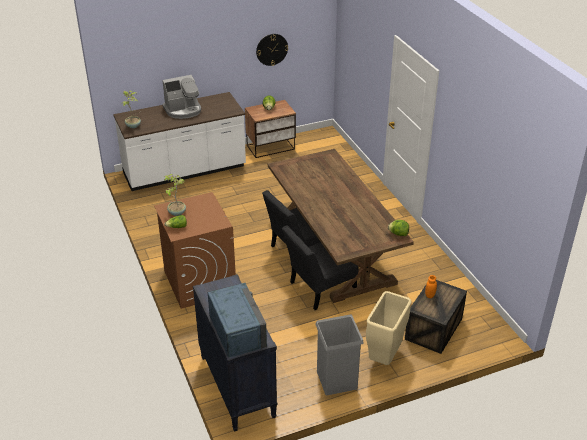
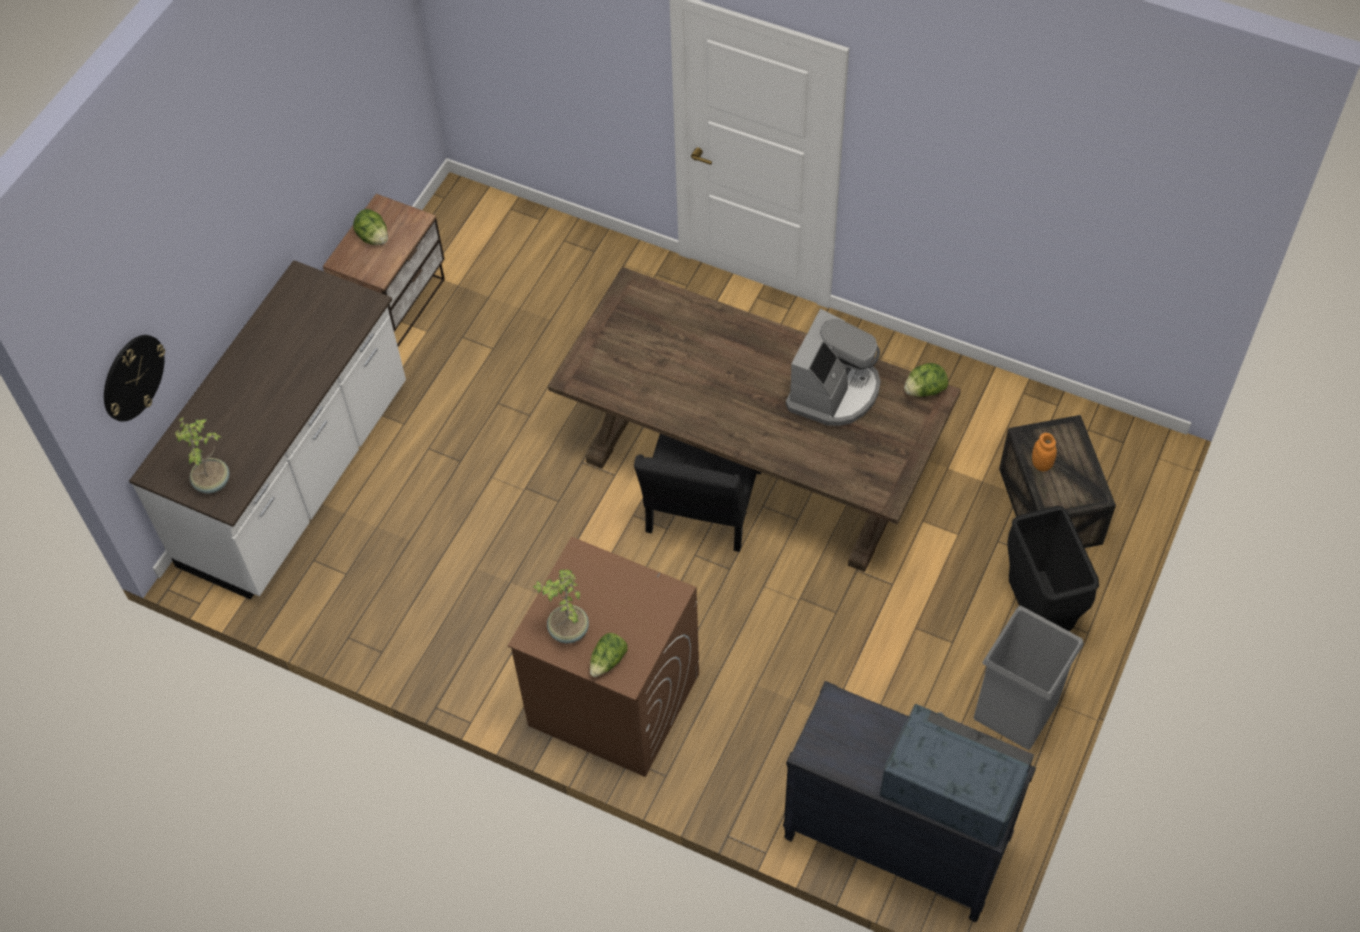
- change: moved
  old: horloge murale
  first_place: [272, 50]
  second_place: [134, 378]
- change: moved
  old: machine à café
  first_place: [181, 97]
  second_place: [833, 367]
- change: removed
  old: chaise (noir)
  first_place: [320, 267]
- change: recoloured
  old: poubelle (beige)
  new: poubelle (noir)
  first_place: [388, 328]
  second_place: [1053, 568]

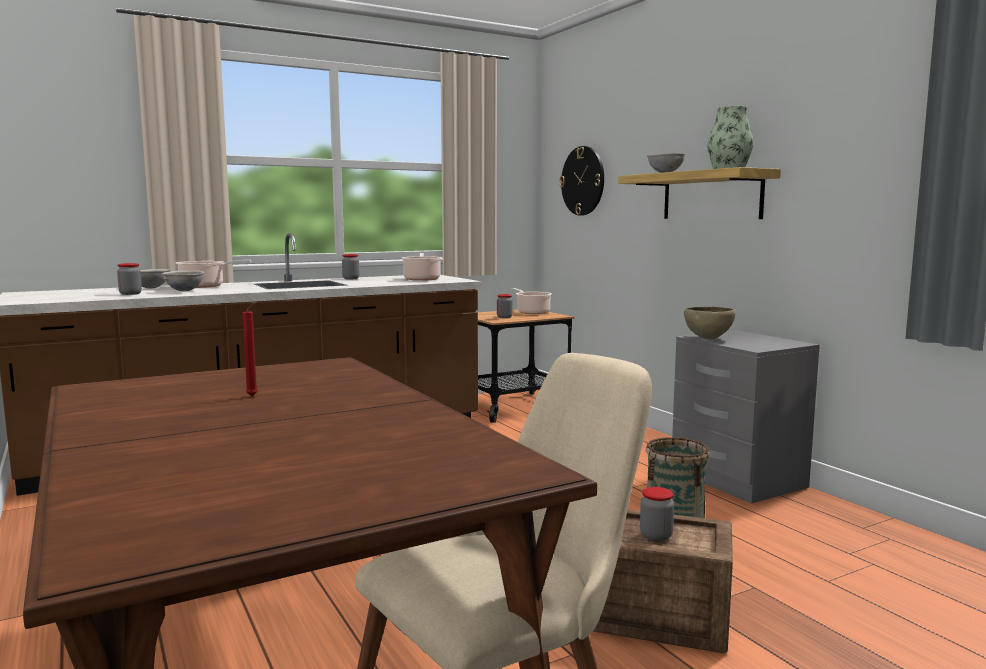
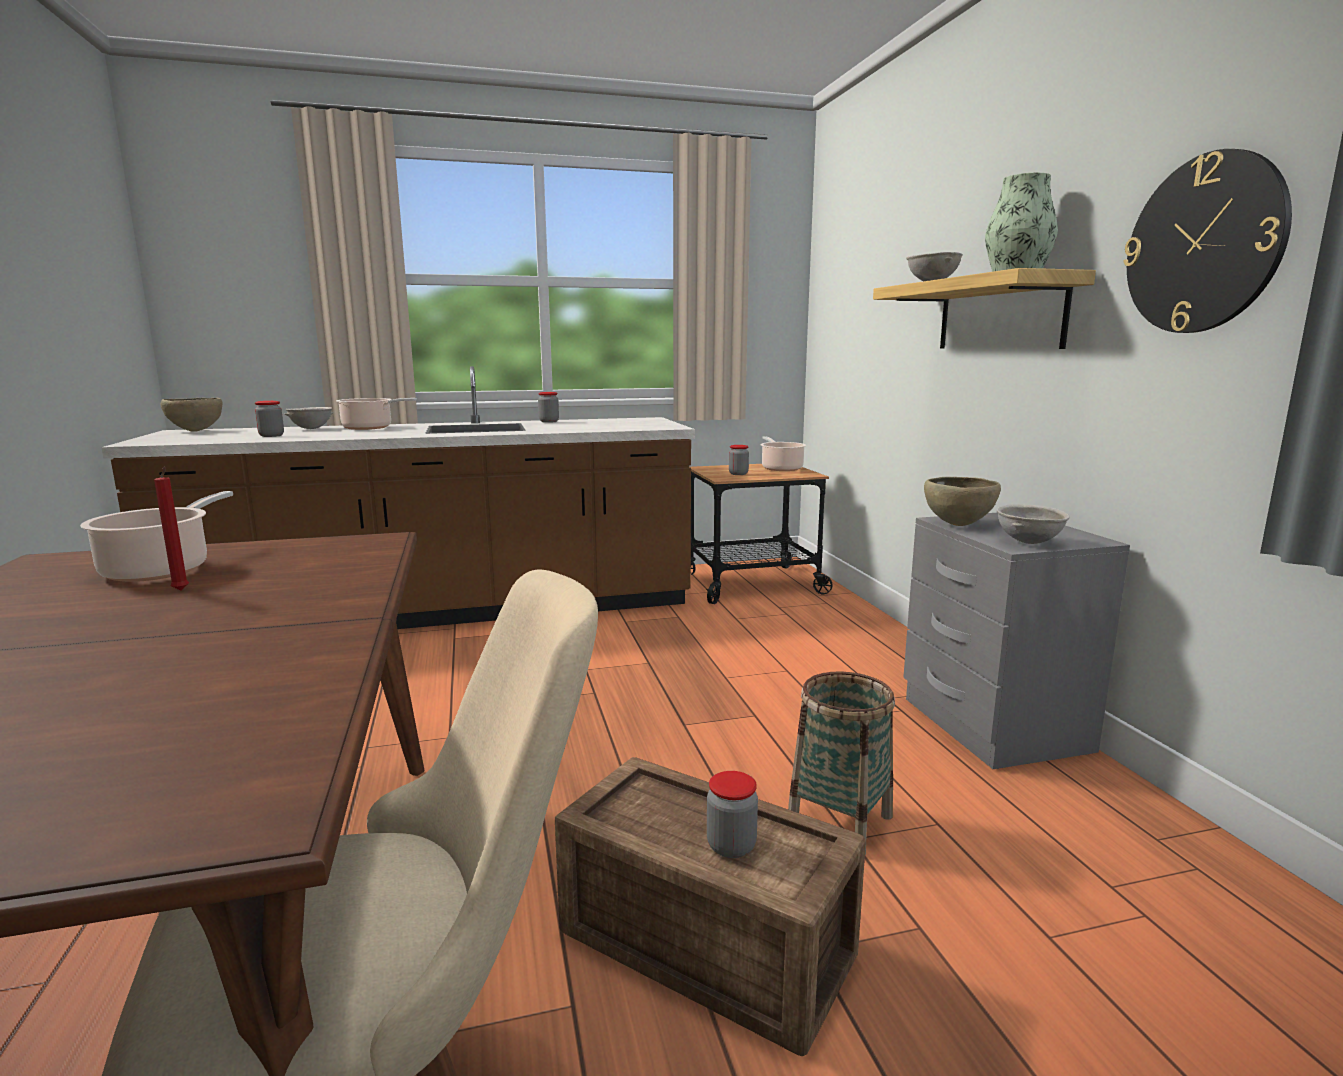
- change: moved
  old: horloge murale
  first_place: [582, 181]
  second_place: [1207, 241]
- change: moved
  old: marmite
  first_place: [422, 267]
  second_place: [156, 536]
- change: moved
  old: bol (gris)
  first_place: [183, 280]
  second_place: [1033, 524]
- change: added
  new: bol (marron)
  second_place: [191, 415]

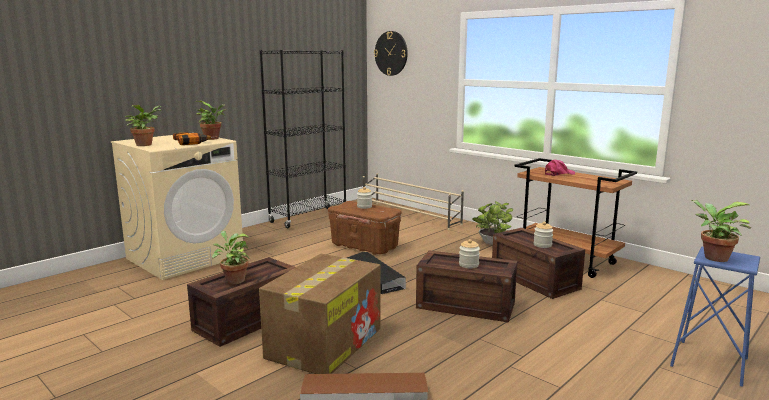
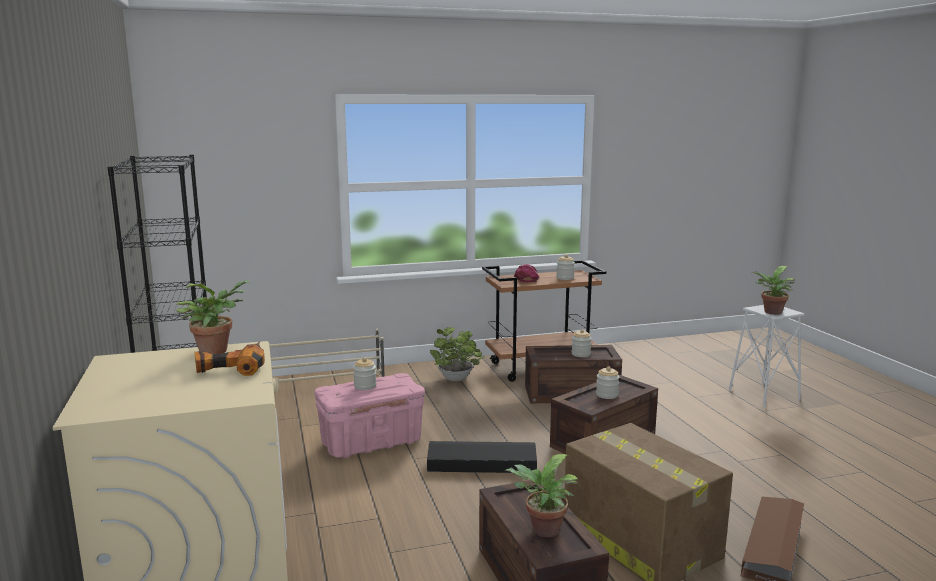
- change: removed
  old: horloge murale
  first_place: [391, 53]
- change: removed
  old: plante en pot
  first_place: [143, 125]
- change: recoloured
  old: boîte de rangement (marron)
  new: boîte de rangement (rose)
  first_place: [365, 228]
  second_place: [369, 415]
- change: recoloured
  old: tabouret (bleu)
  new: tabouret (blanc)
  first_place: [715, 317]
  second_place: [767, 356]
- change: added
  new: bocal
  second_place: [565, 267]

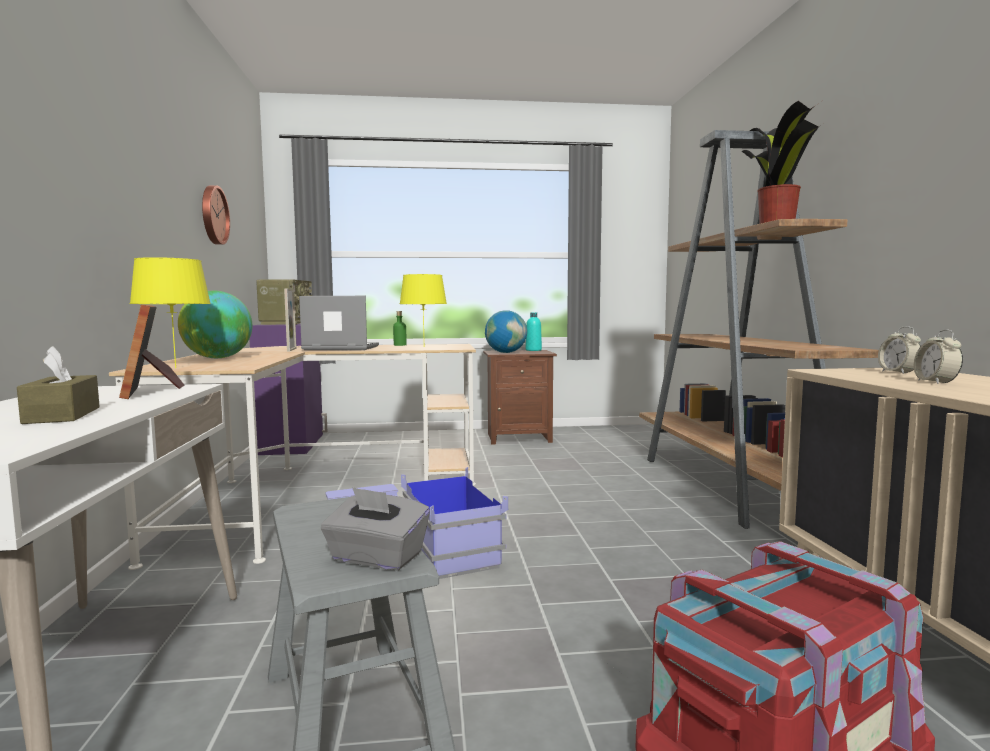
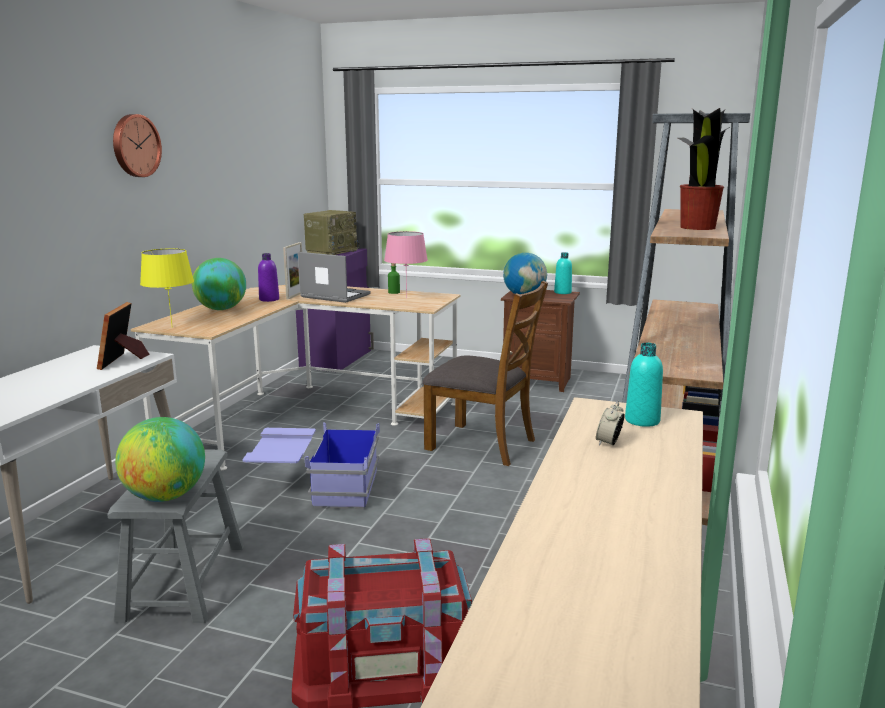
- change: moved
  old: horloge murale
  first_place: [216, 215]
  second_place: [137, 145]
- change: recoloured
  old: lampe de table (jaune)
  new: lampe de table (rose)
  first_place: [423, 302]
  second_place: [406, 265]
- change: replaced
  old: réveil
  new: bouteille (turquoise)
  first_place: [899, 350]
  second_place: [644, 385]
- change: removed
  old: boîte à mouchoirs (marron)
  first_place: [58, 385]
- change: replaced
  old: boîte à mouchoirs (gris)
  new: globe
  first_place: [375, 528]
  second_place: [160, 459]
- change: added
  new: bouteille (violet)
  second_place: [268, 277]
- change: added
  new: chaise (marron)
  second_place: [485, 373]

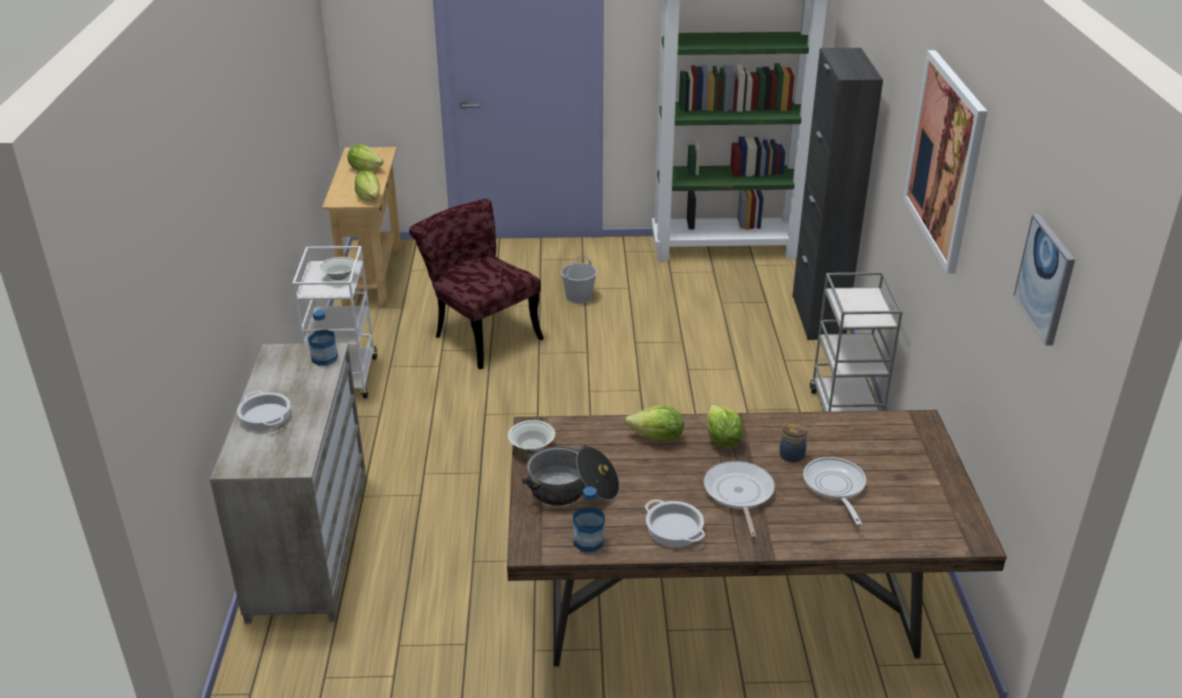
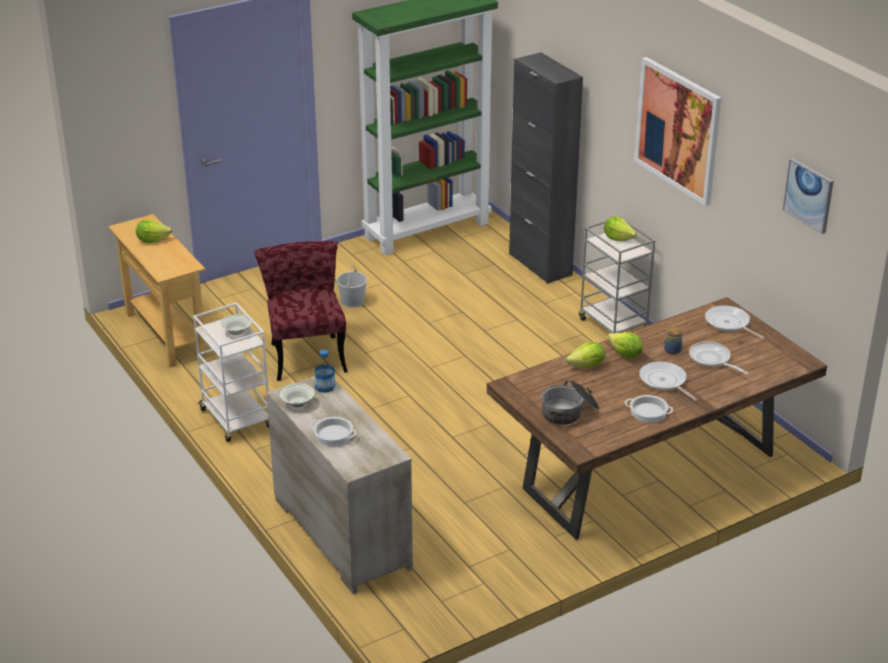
- change: moved
  old: laitue
  first_place: [367, 186]
  second_place: [620, 229]
- change: turned
  old: chaise (rouge)
  first_place: [476, 284]
  second_place: [301, 311]
  degrees: 60
- change: moved
  old: bol (blanc)
  first_place: [531, 436]
  second_place: [297, 395]
- change: removed
  old: bouteille
  first_place: [589, 519]
- change: added
  new: poêle
  second_place: [735, 322]

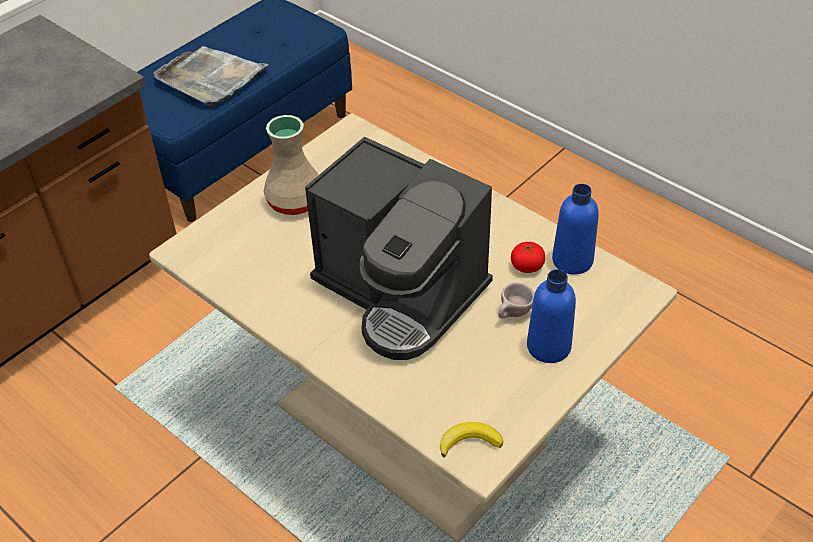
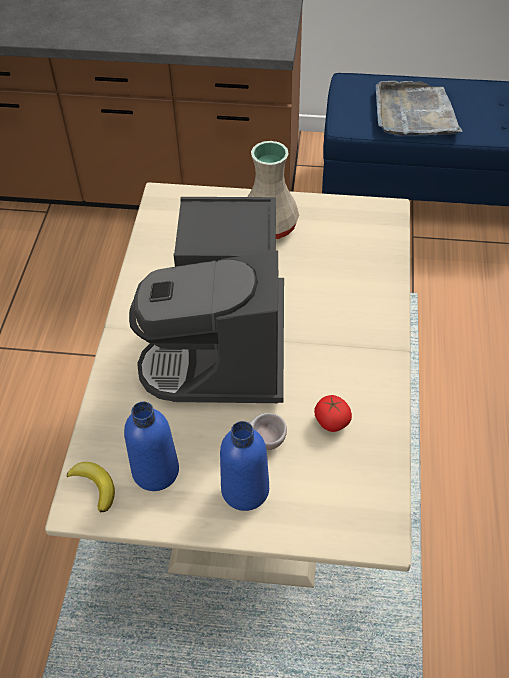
- change: moved
  old: bouteille (bleu)
  first_place: [575, 229]
  second_place: [151, 446]

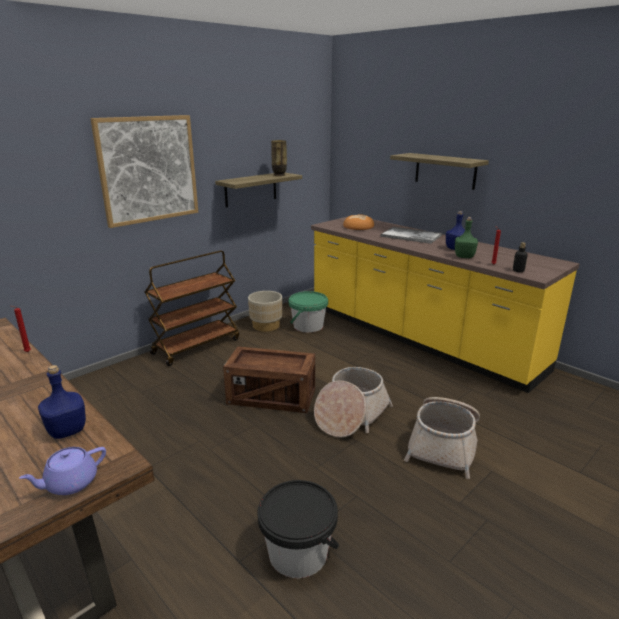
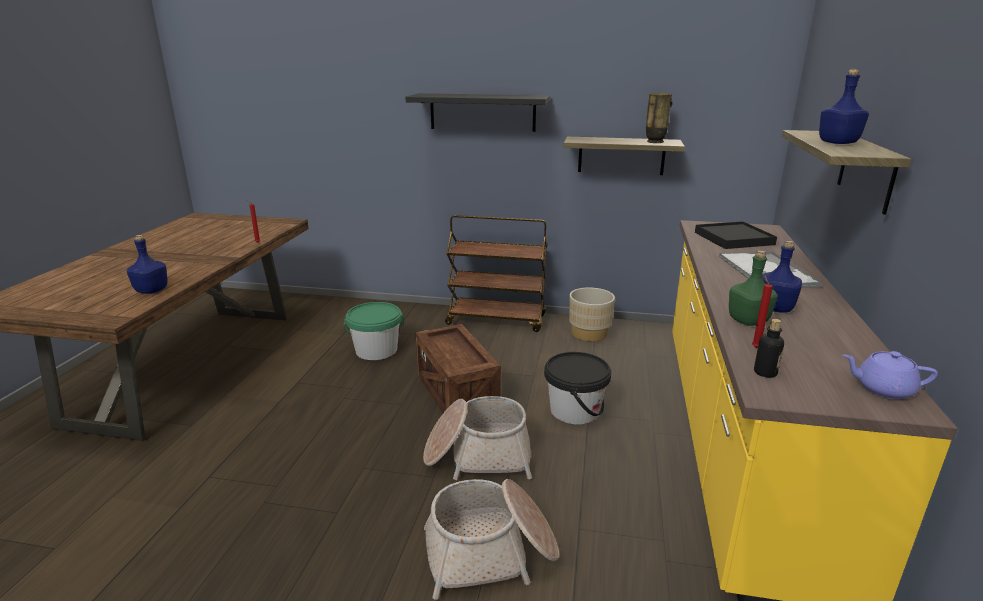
- change: replaced
  old: tableau
  new: étagère (noir)
  first_place: [144, 171]
  second_place: [477, 112]
- change: replaced
  old: pain
  new: plateau (noir)
  first_place: [358, 222]
  second_place: [736, 235]
- change: moved
  old: seau (vert)
  first_place: [308, 312]
  second_place: [374, 331]
- change: moved
  old: théière (violet)
  first_place: [62, 471]
  second_place: [890, 375]
- change: moved
  old: seau (noir)
  first_place: [298, 529]
  second_place: [577, 388]
- change: added
  new: bouteille (bleu)
  second_place: [844, 106]

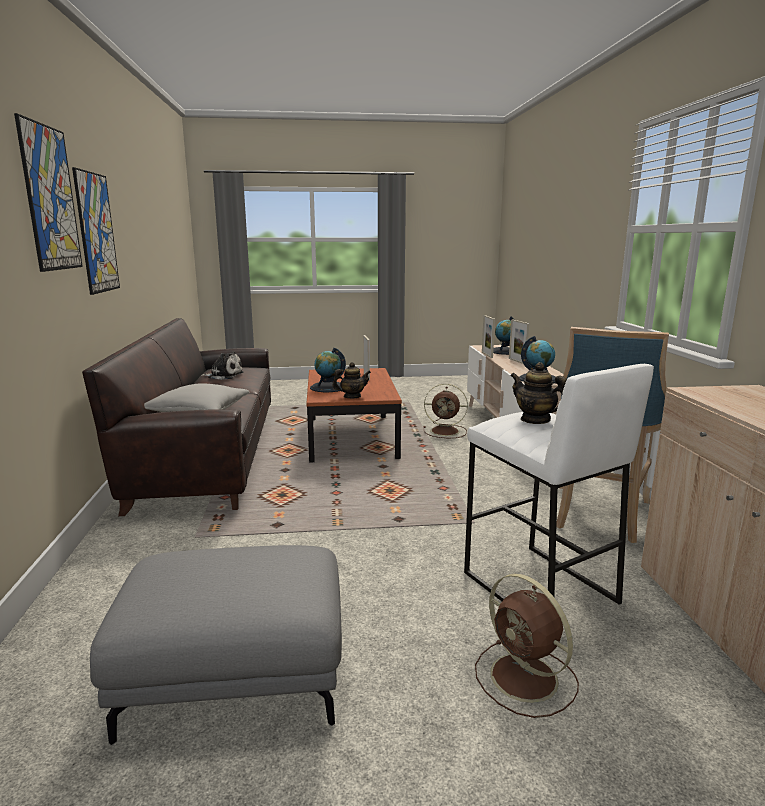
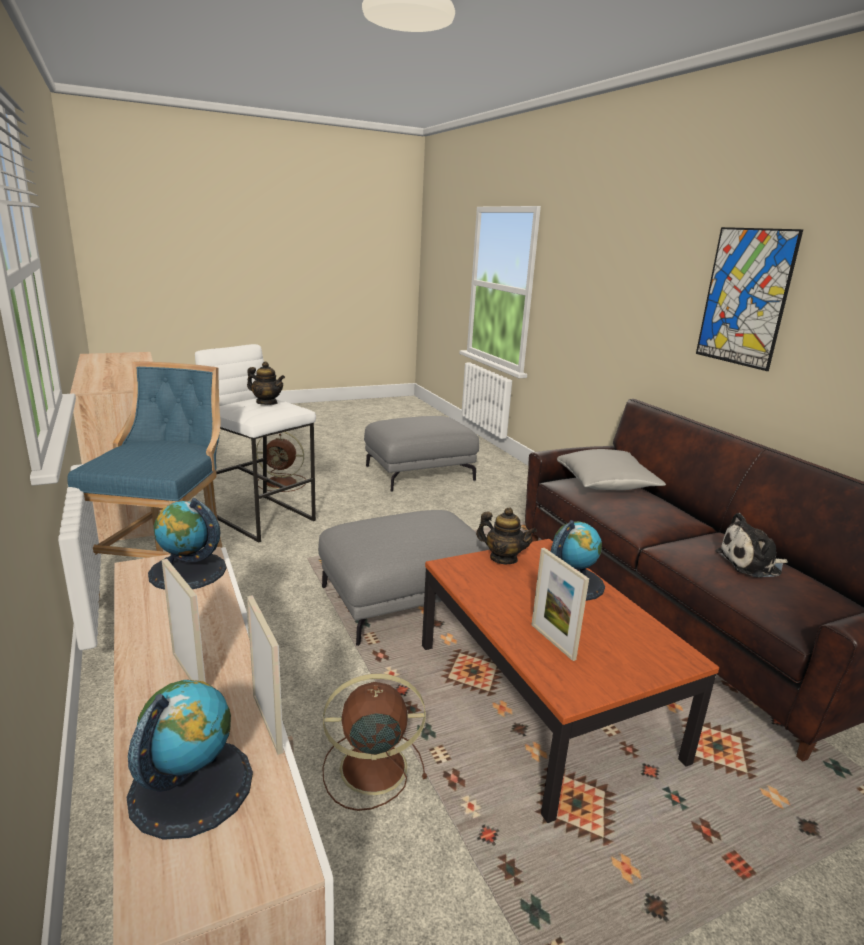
- change: removed
  old: tableau
  first_place: [48, 192]
- change: turned
  old: théière
  first_place: [351, 380]
  second_place: [506, 535]
  degrees: -120
- change: turned
  old: ventilateur (marron)
  first_place: [527, 646]
  second_place: [281, 462]
  degrees: 150
- change: added
  new: pouf (gris)
  second_place: [404, 578]

